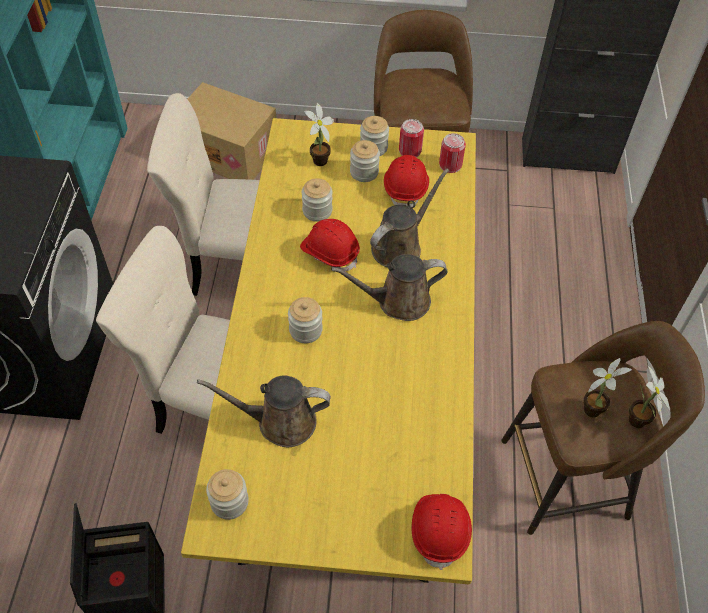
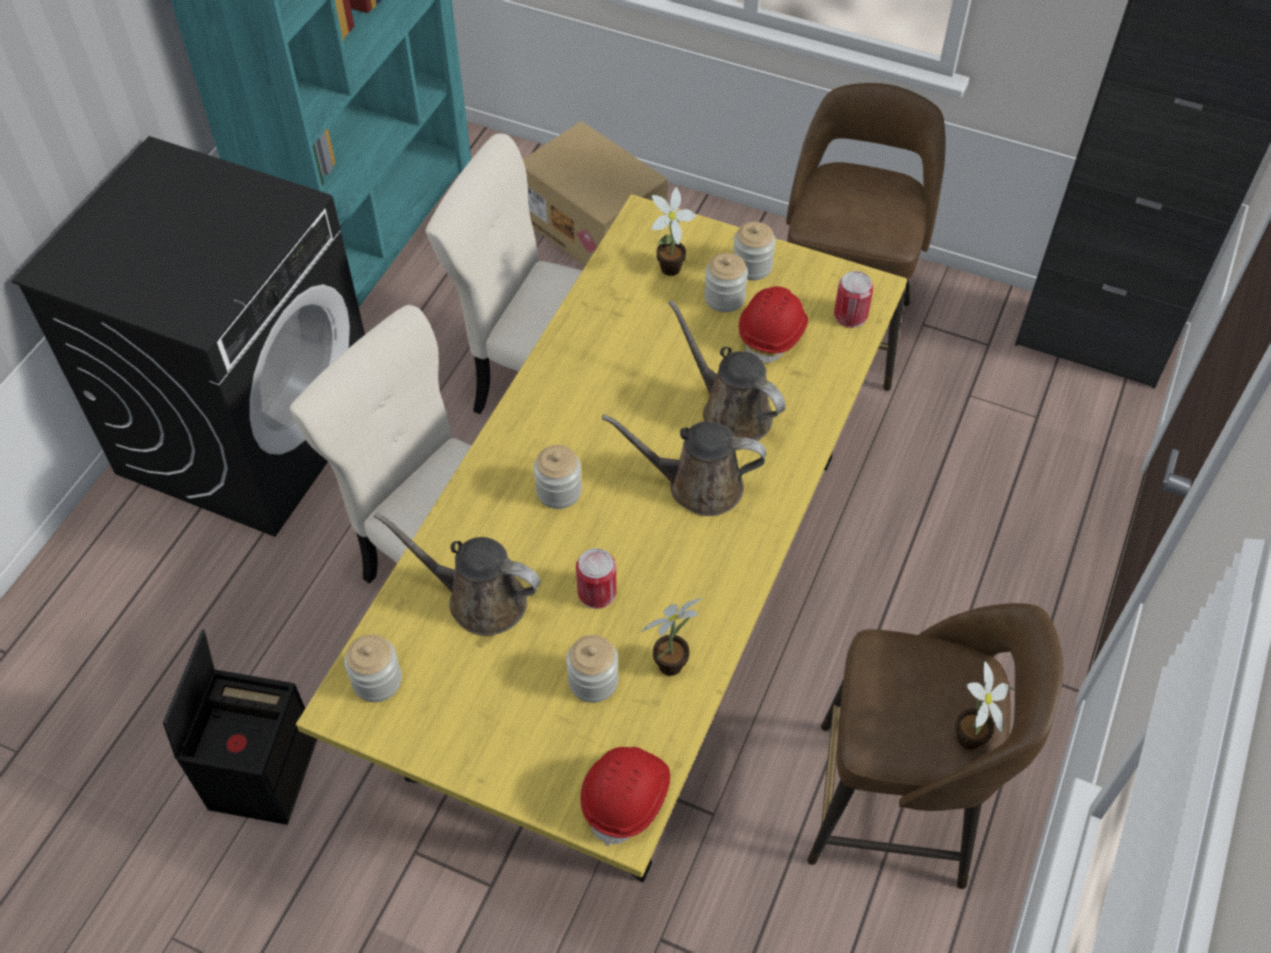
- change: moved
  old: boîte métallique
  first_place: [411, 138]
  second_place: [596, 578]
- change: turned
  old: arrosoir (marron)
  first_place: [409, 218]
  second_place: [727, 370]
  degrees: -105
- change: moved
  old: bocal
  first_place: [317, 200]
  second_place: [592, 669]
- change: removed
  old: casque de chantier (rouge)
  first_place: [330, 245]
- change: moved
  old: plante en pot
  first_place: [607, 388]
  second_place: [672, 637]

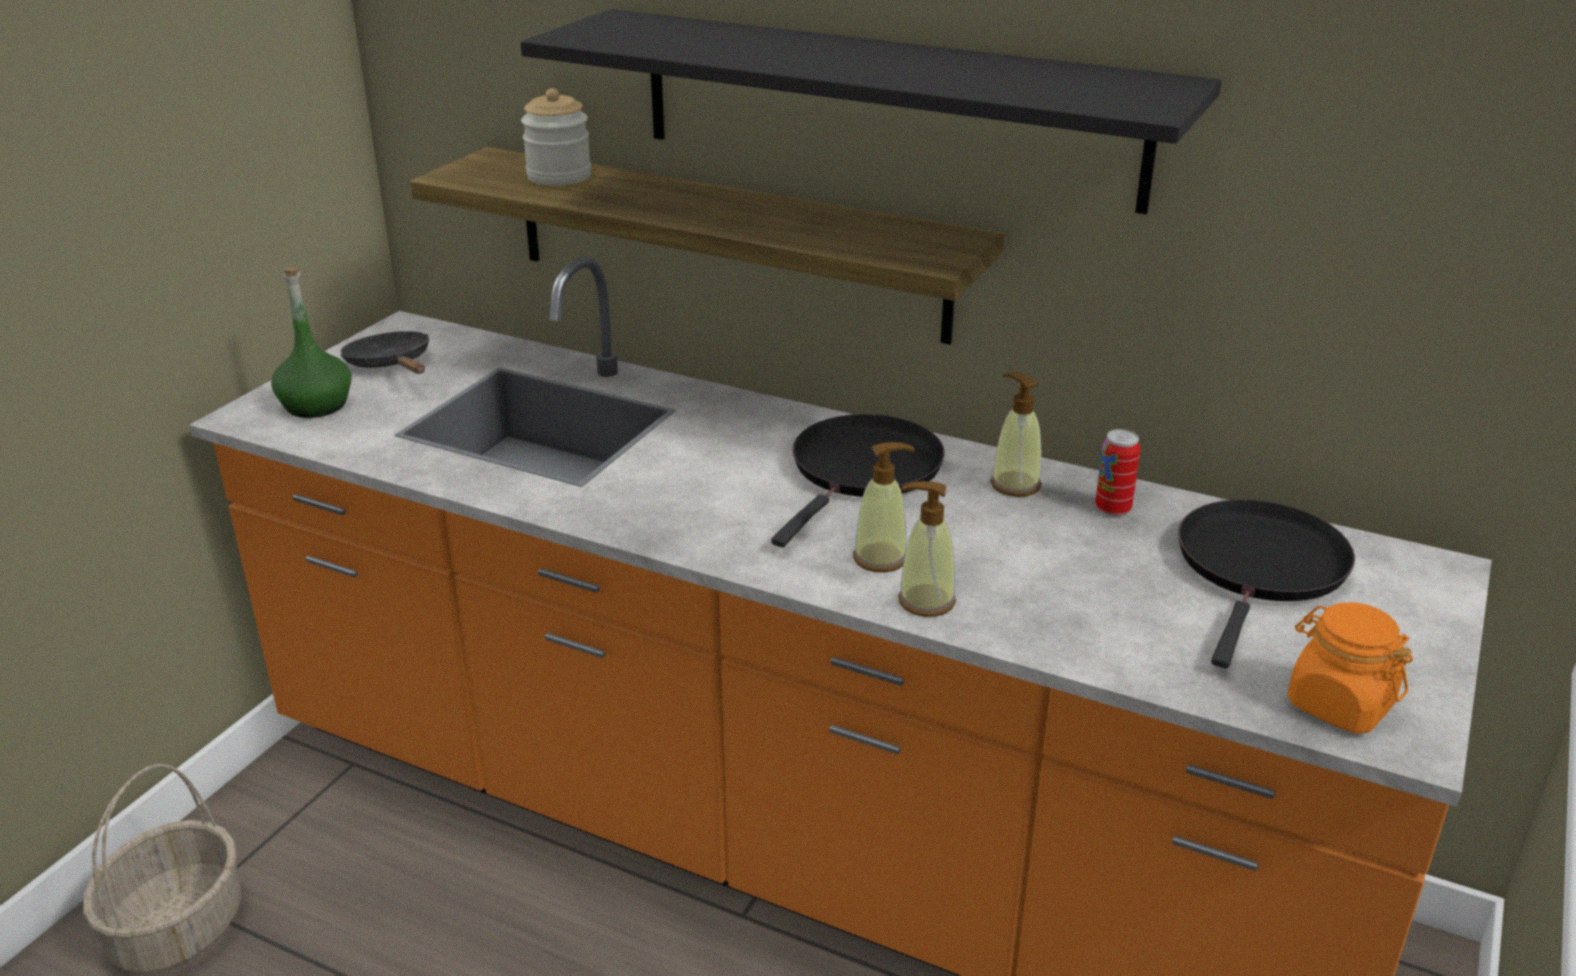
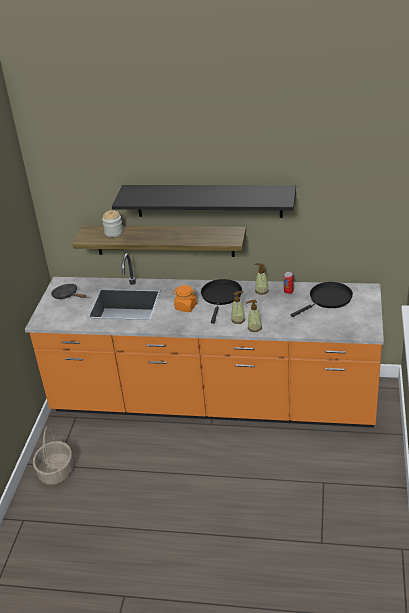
- change: removed
  old: bouteille (vert)
  first_place: [311, 343]
- change: turned
  old: poêle (noir)
  first_place: [1266, 583]
  second_place: [322, 299]
  degrees: 45
- change: moved
  old: bocal (orange)
  first_place: [1350, 668]
  second_place: [185, 298]

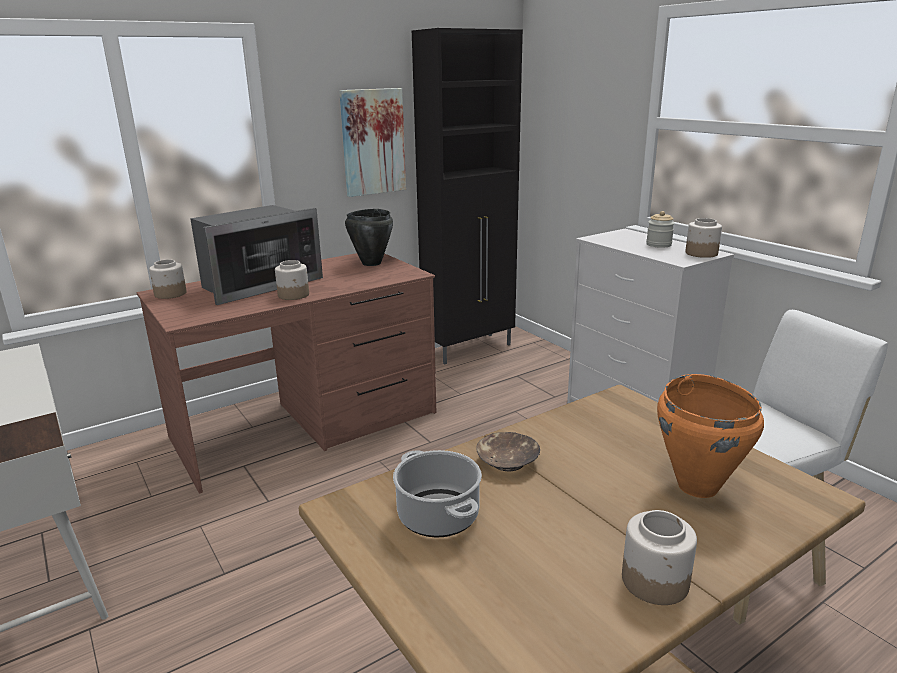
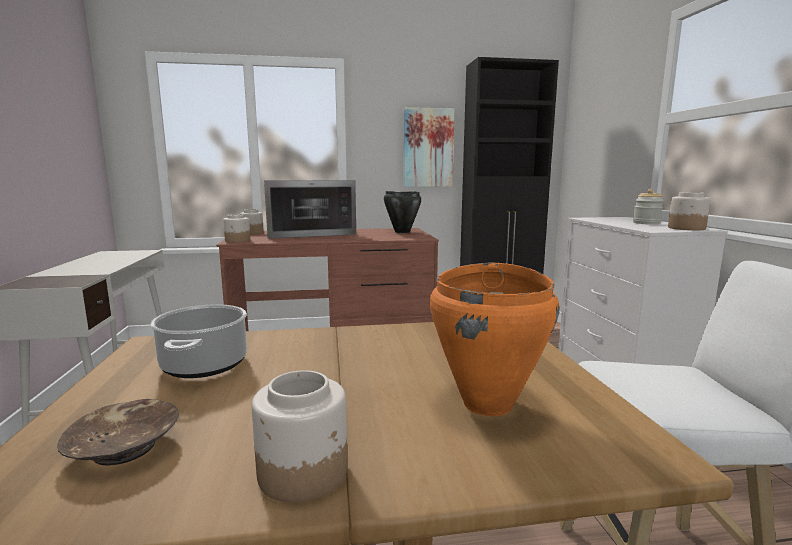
- change: moved
  old: bocal
  first_place: [292, 280]
  second_place: [236, 228]
- change: moved
  old: bol (marron)
  first_place: [508, 451]
  second_place: [118, 432]

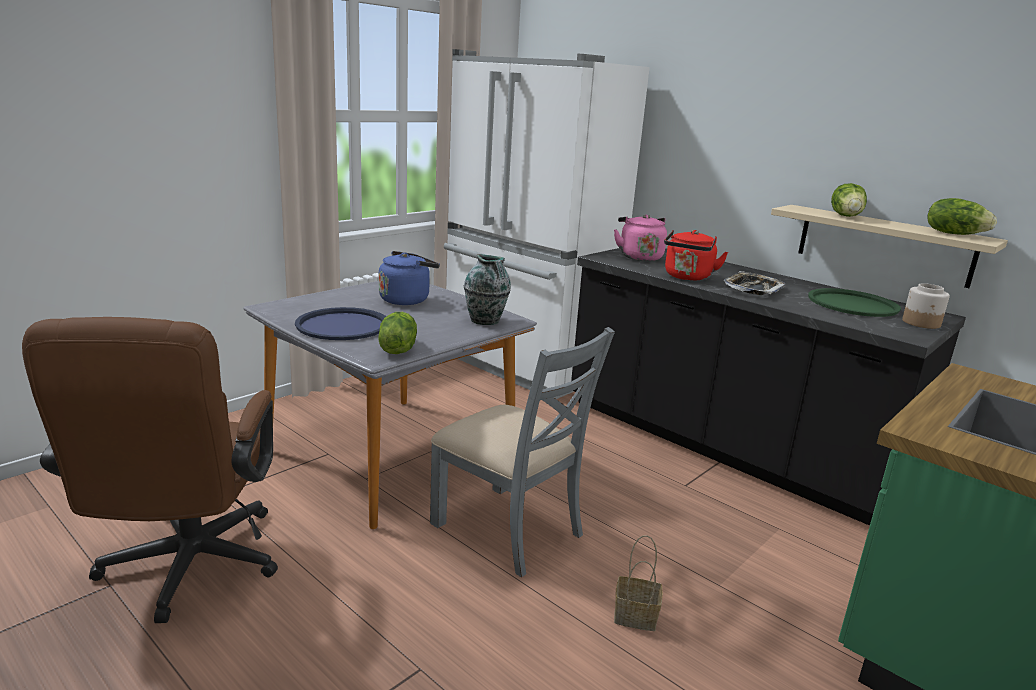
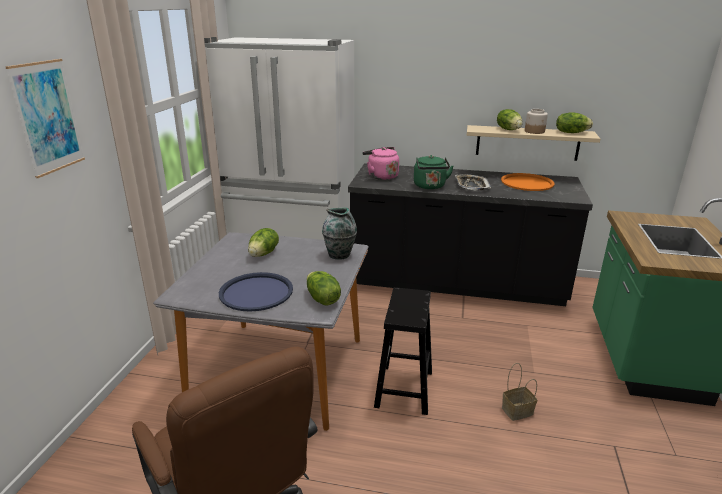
- change: recoloured
  old: bouilloire (rouge)
  new: bouilloire (vert)
  first_place: [696, 255]
  second_place: [434, 172]
- change: replaced
  old: bouilloire (bleu)
  new: laitue
  first_place: [409, 278]
  second_place: [263, 242]
- change: moved
  old: bocal
  first_place: [926, 306]
  second_place: [536, 121]
- change: recoloured
  old: plateau (vert)
  new: plateau (orange)
  first_place: [854, 302]
  second_place: [528, 182]
- change: replaced
  old: chaise (gris)
  new: tabouret (noir)
  first_place: [522, 452]
  second_place: [403, 351]
- change: added
  new: tableau
  second_place: [45, 118]

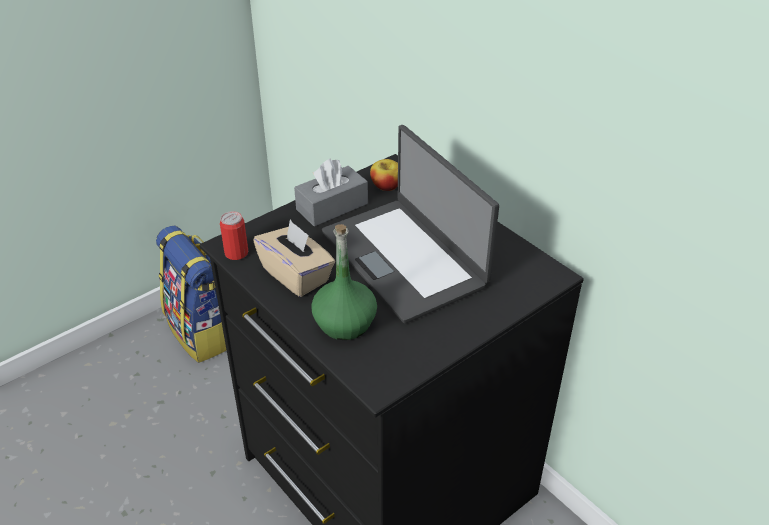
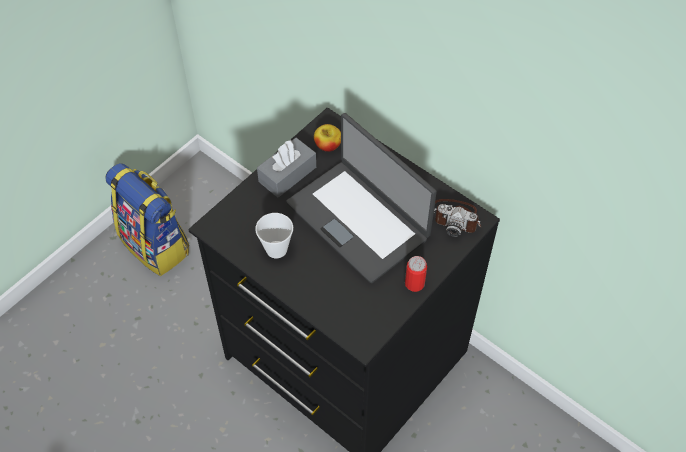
- change: moved
  old: boîte métallique
  first_place: [234, 235]
  second_place: [416, 274]
- change: replaced
  old: boîte à mouchoirs (beige)
  new: tasse
  first_place: [294, 258]
  second_place: [274, 235]
- change: removed
  old: bouteille (vert)
  first_place: [344, 282]
- change: added
  new: appareil photo
  second_place: [458, 218]

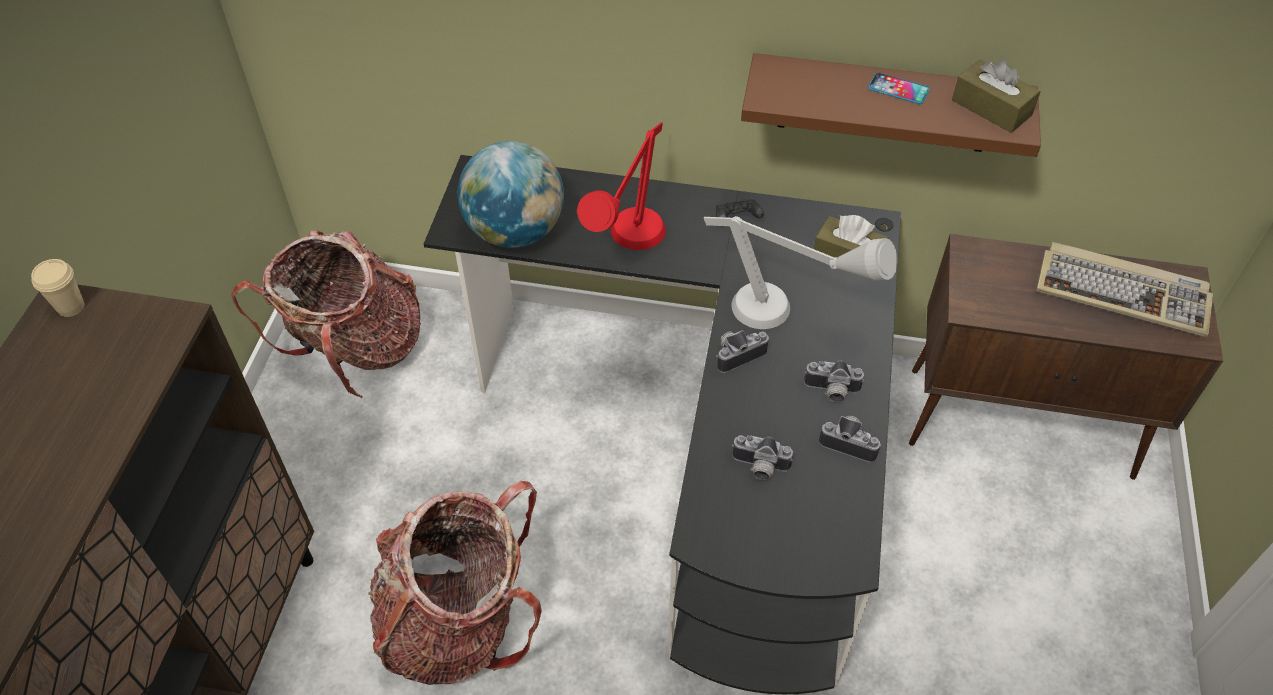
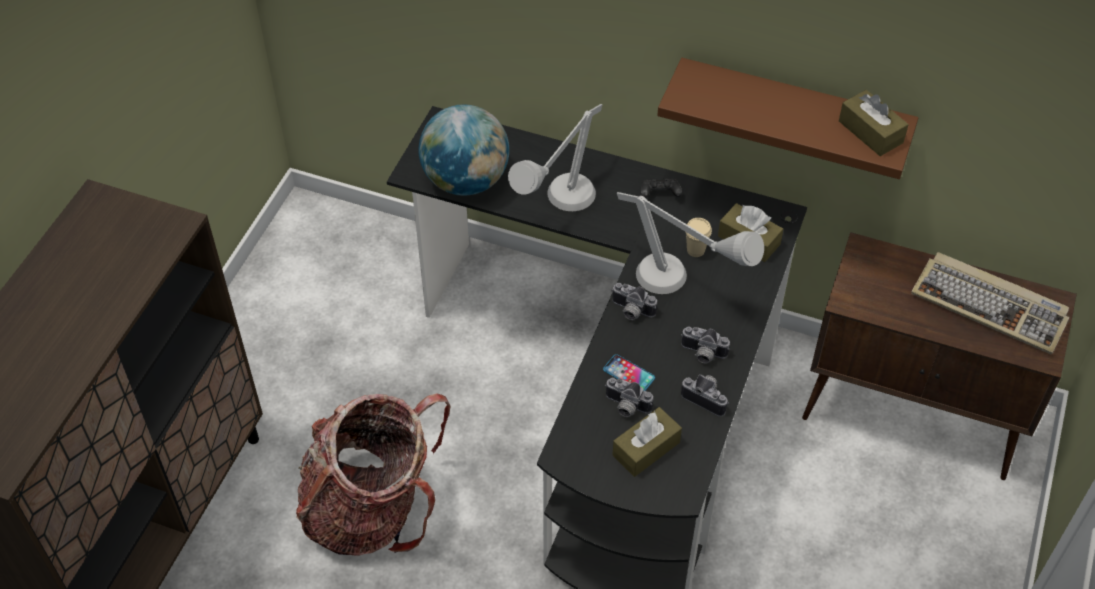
- change: moved
  old: téléphone
  first_place: [899, 88]
  second_place: [629, 372]
- change: recoloured
  old: lampe de table (rouge)
  new: lampe de table (gris)
  first_place: [621, 186]
  second_place: [555, 157]
- change: removed
  old: sac à dos
  first_place: [326, 314]
- change: moved
  old: tasse (beige)
  first_place: [58, 288]
  second_place: [699, 237]
- change: turned
  old: appareil photo
  first_place: [742, 351]
  second_place: [634, 301]
  degrees: -135
- change: added
  new: boîte à mouchoirs (marron)
  second_place: [647, 442]

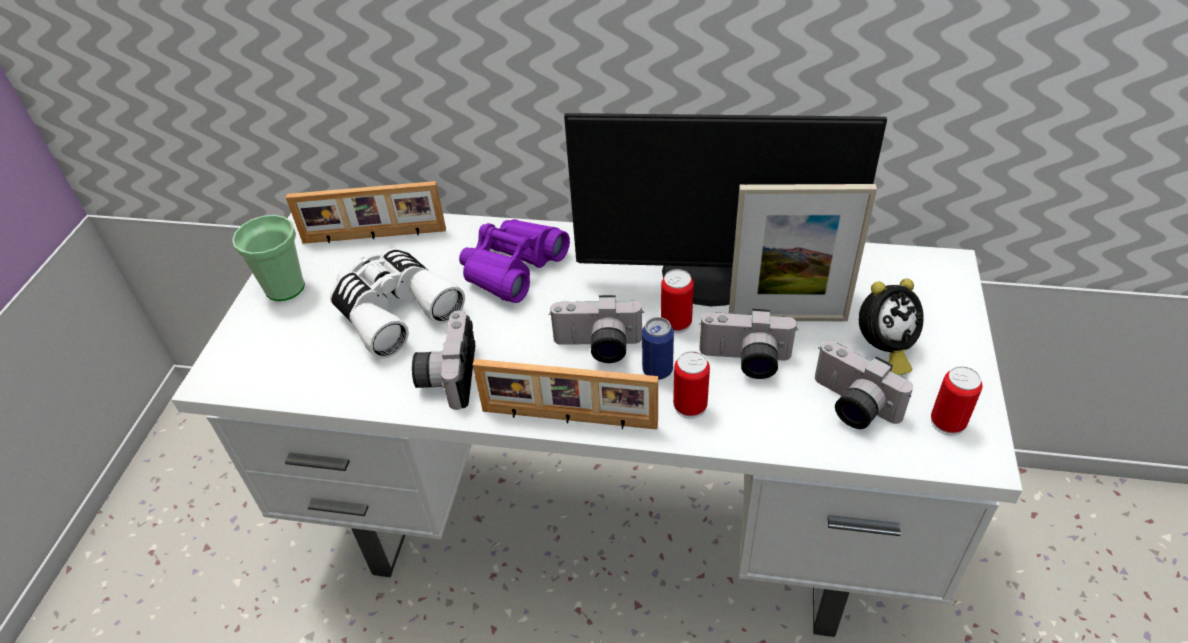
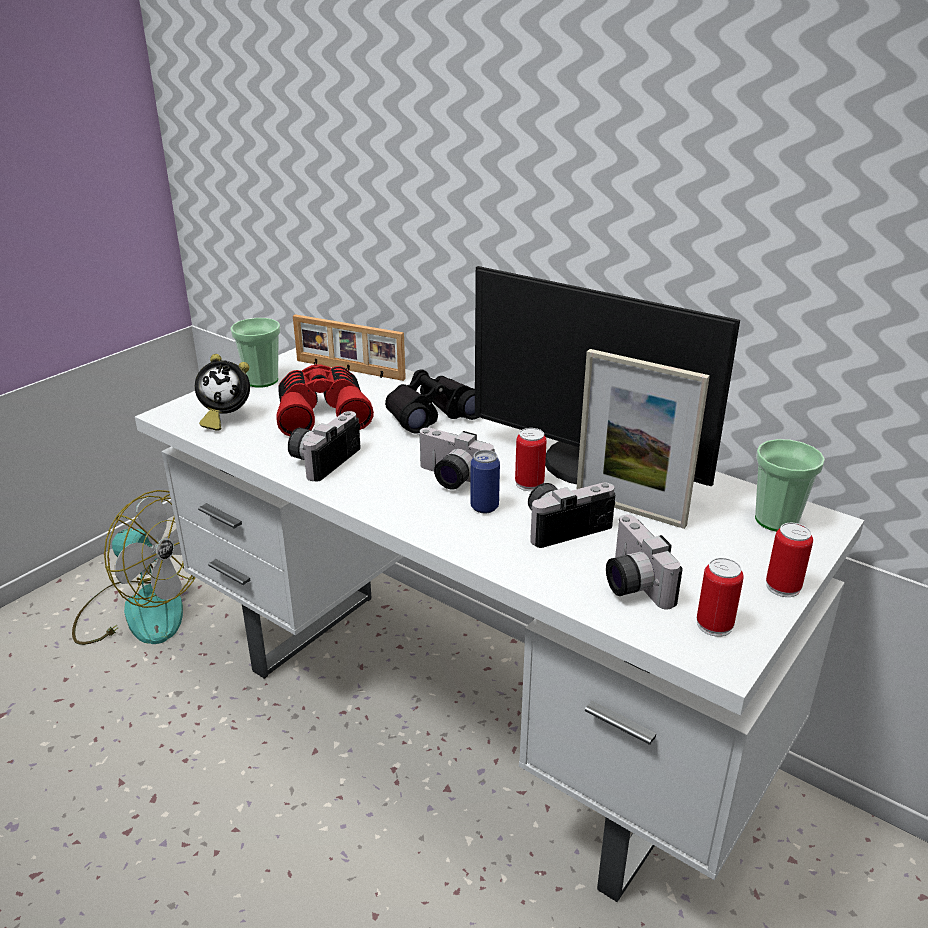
- change: recoloured
  old: jumelles (violet)
  new: jumelles (noir)
  first_place: [514, 261]
  second_place: [432, 401]
- change: recoloured
  old: jumelles (blanc)
  new: jumelles (rouge)
  first_place: [397, 303]
  second_place: [325, 400]
- change: moved
  old: réveil
  first_place: [891, 327]
  second_place: [222, 392]
- change: turned
  old: appareil photo
  first_place: [748, 344]
  second_place: [571, 515]
  degrees: 120
- change: moved
  old: boîte métallique
  first_place: [691, 385]
  second_place: [789, 560]
- change: removed
  old: cadre photo
  first_place: [565, 394]
- change: added
  new: tasse
  second_place: [790, 485]
- change: added
  new: ventilateur
  second_place: [134, 567]

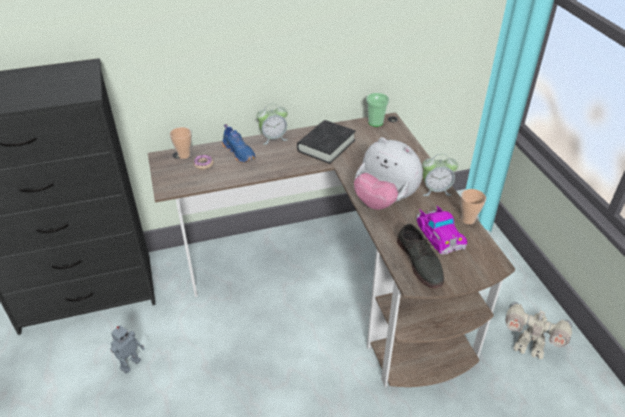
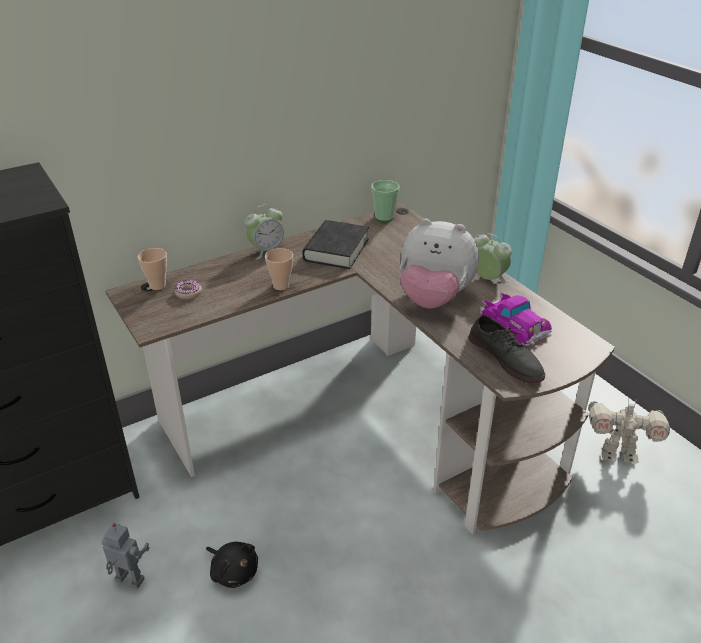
- change: removed
  old: chaussure (bleu)
  first_place: [238, 143]
- change: turned
  old: réveil
  first_place: [440, 175]
  second_place: [493, 257]
  degrees: -120
- change: moved
  old: tasse
  first_place: [473, 206]
  second_place: [279, 269]
- change: turned
  old: robot jouet
  first_place: [127, 350]
  second_place: [126, 556]
  degrees: -90
- change: added
  new: peluche (noir)
  second_place: [232, 565]

